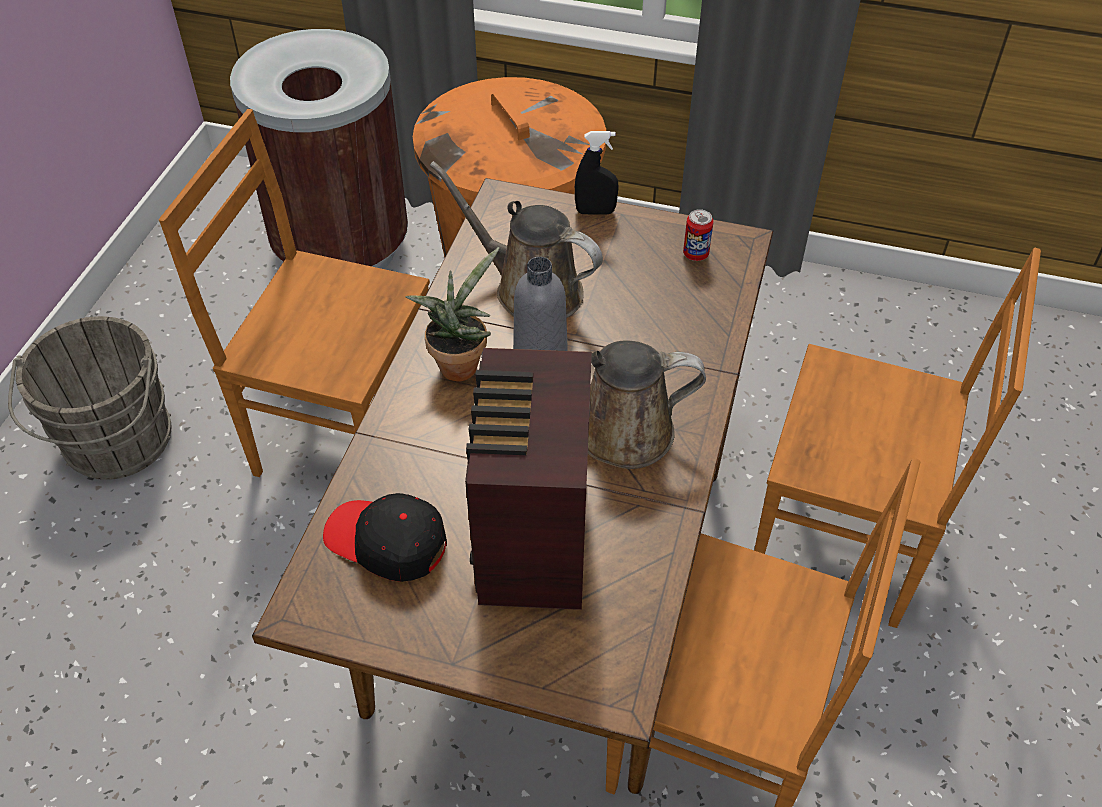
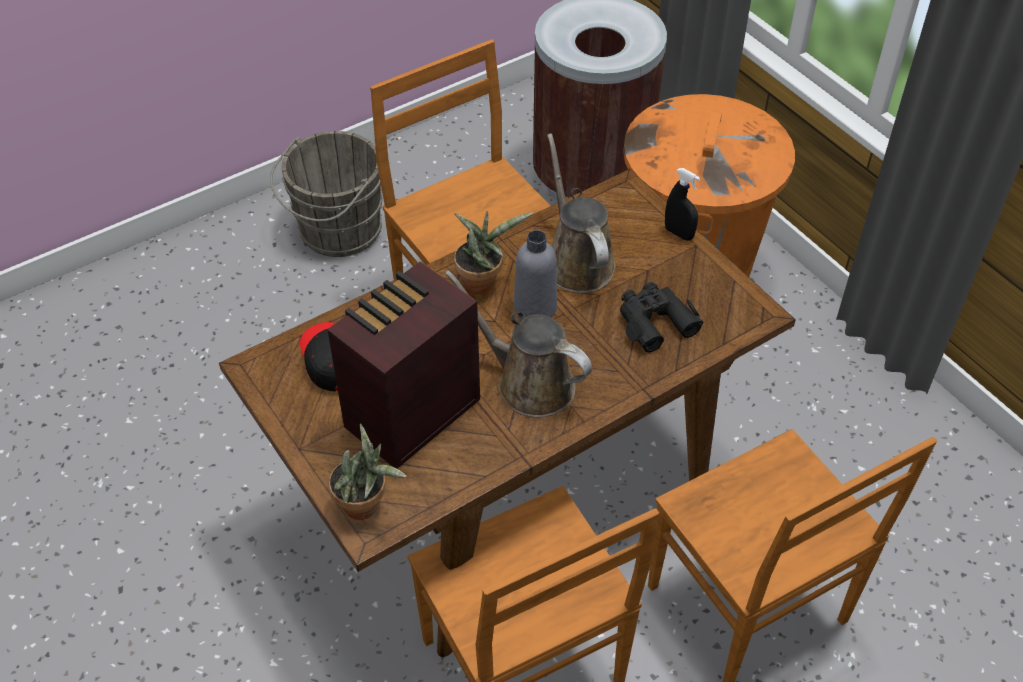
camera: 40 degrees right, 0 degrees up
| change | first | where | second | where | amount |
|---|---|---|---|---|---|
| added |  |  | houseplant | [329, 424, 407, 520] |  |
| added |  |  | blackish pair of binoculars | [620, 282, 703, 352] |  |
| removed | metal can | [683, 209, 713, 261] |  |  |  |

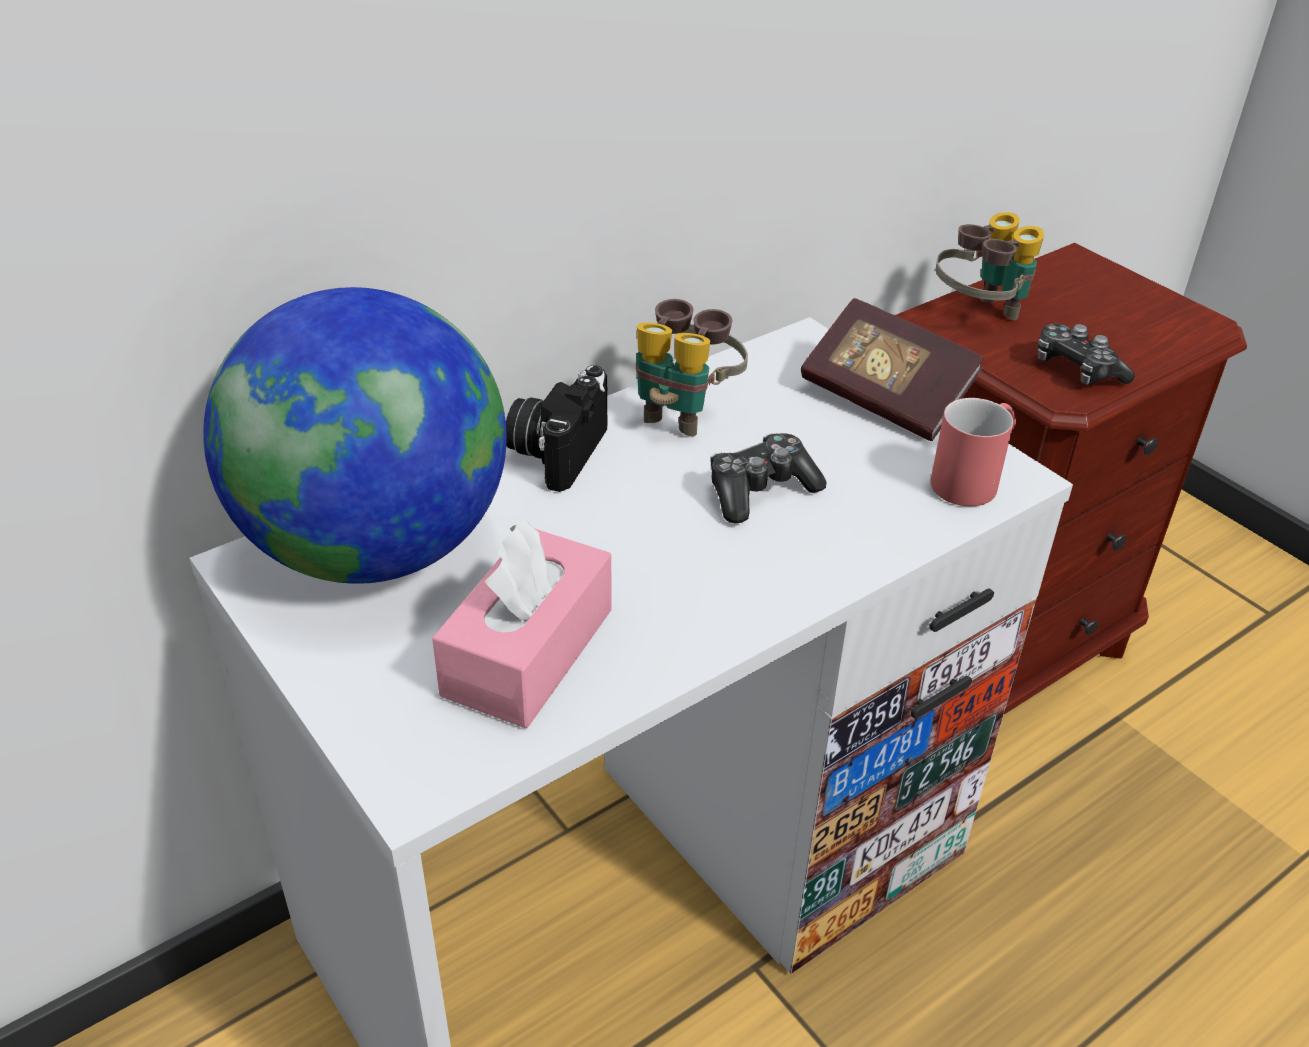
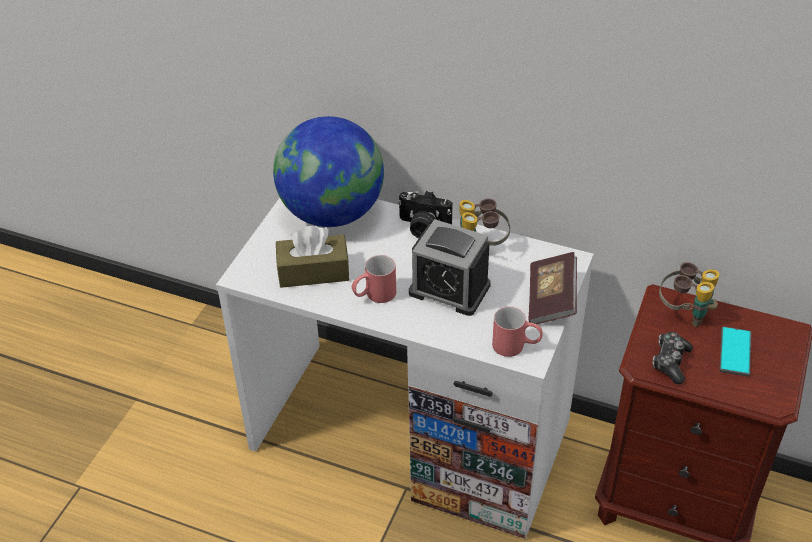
camera: 60 degrees right, 5 degrees up
| change | first | where | second | where | amount |
|---|---|---|---|---|---|
| recoloured | pink tissue holder | [432, 521, 611, 728] | brown-coloured tissue holder | [276, 226, 349, 288] |  |
| added |  |  | red tea mug | [352, 255, 396, 303] |  |
| turned | photo camera | [506, 365, 608, 492] |  | [398, 191, 452, 238] | 150 degrees counterclockwise |
| replaced | joypad | [711, 433, 827, 523] | table clock | [409, 219, 491, 316] |  |
| added |  |  | handset | [719, 326, 751, 377] |  |

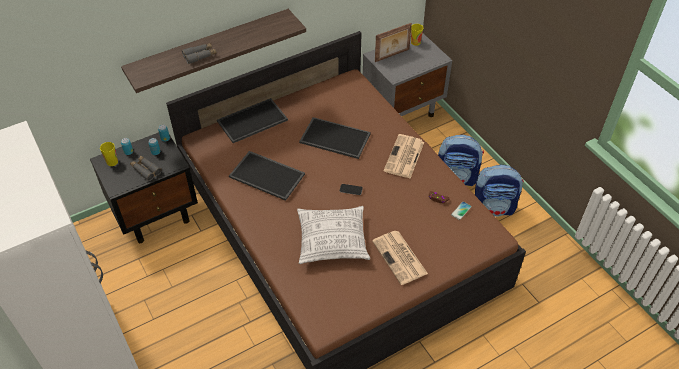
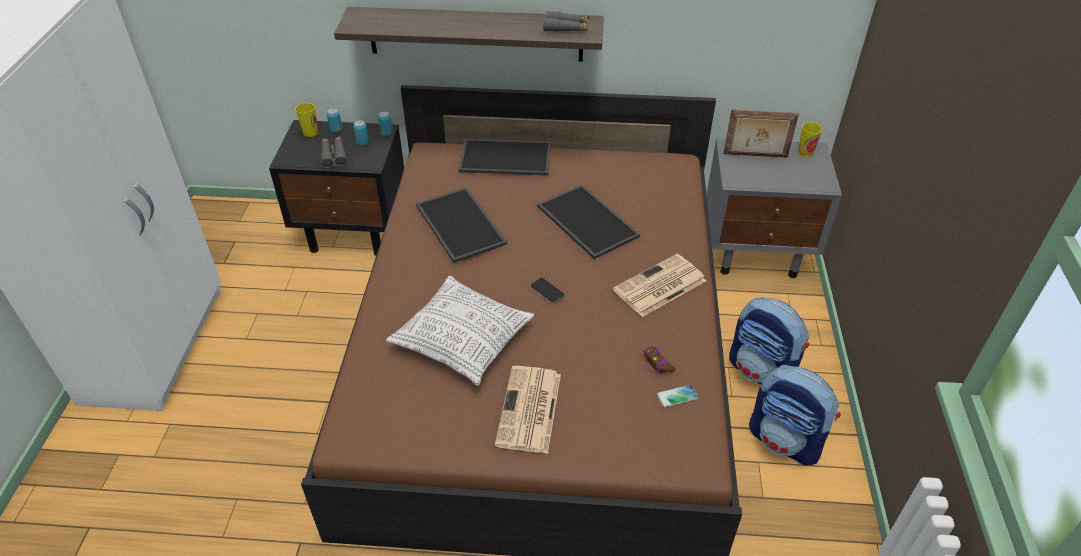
camera: 35 degrees right, 5 degrees down
| change | first | where | second | where | amount |
|---|---|---|---|---|---|
| moved | grey pair of binoculars | [182, 43, 217, 64] |  | [543, 11, 590, 32] |  |

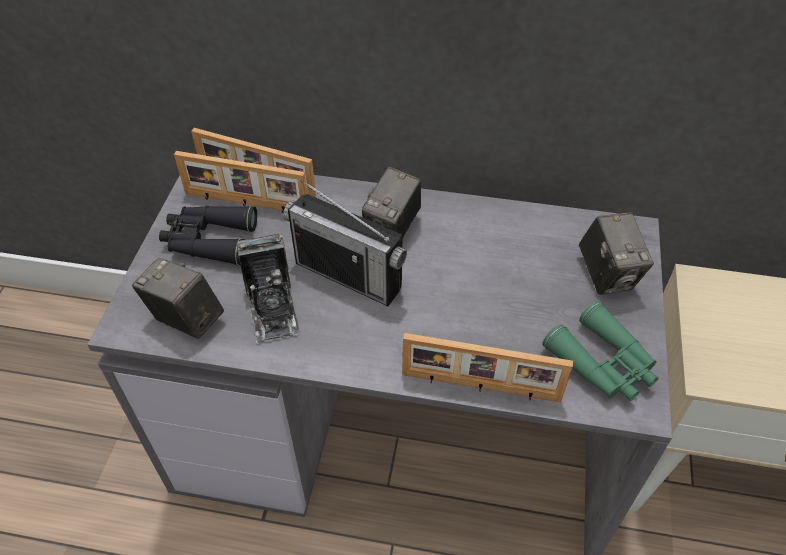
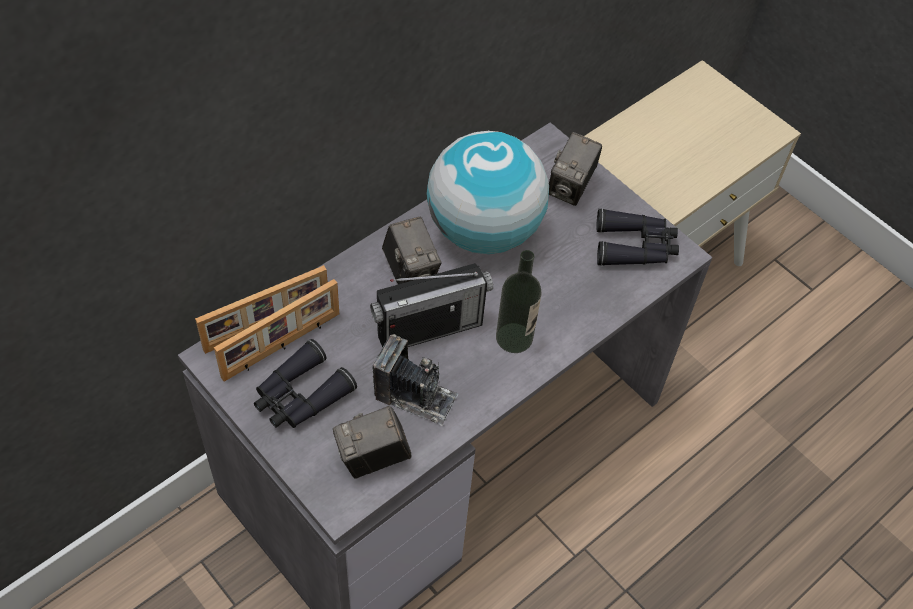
camera: 55 degrees left, 5 degrees up
| change | first | where | second | where | amount |
|---|---|---|---|---|---|
| added |  |  | globe | [426, 131, 549, 254] |  |
| added |  |  | bottle | [496, 250, 542, 353] |  |
| turned | photo camera | [579, 212, 654, 295] |  | [549, 132, 602, 206] | 90 degrees clockwise |
| recoloured | greenish pair of binoculars | [542, 301, 658, 401] | blackish pair of binoculars | [597, 208, 679, 266] |  |
| removed | photo frame | [402, 333, 573, 402] |  |  |  |

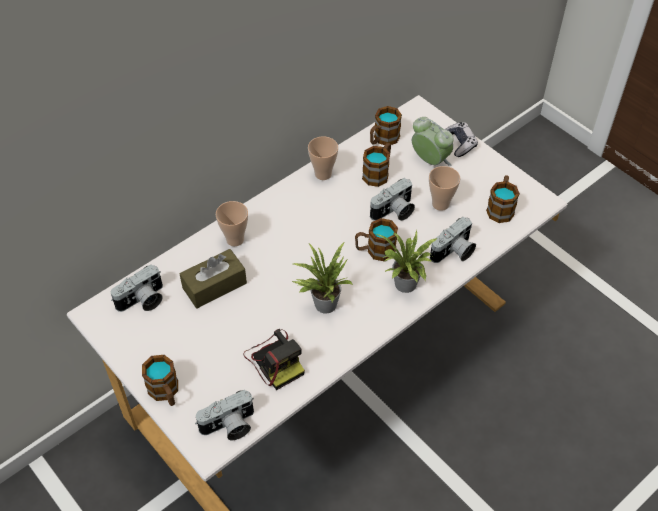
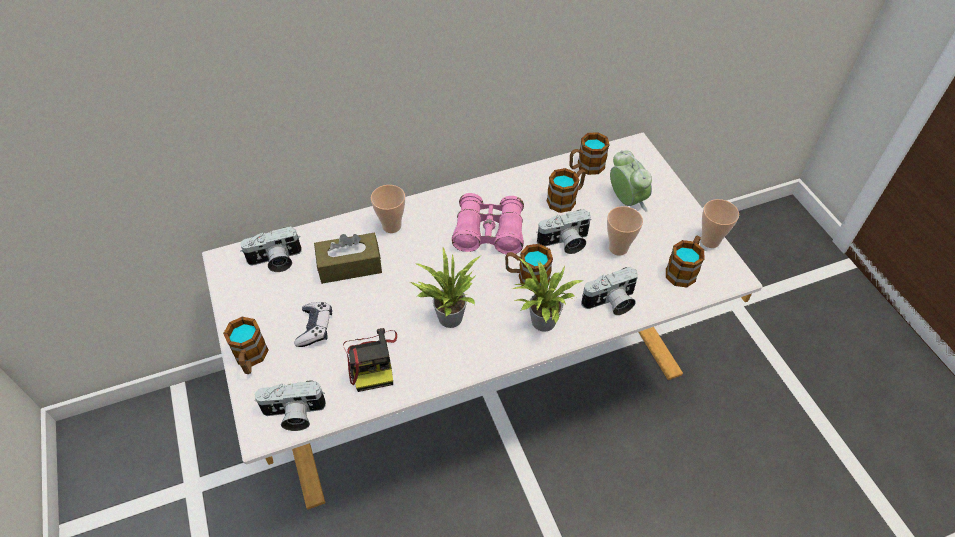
camera: 20 degrees right, 0 degrees up
| change | first | where | second | where | amount |
|---|---|---|---|---|---|
| moved | joypad | [444, 122, 478, 157] |  | [294, 302, 332, 347] |  |
| added |  |  | pink pair of binoculars | [452, 193, 524, 254] |  |
| moved | small cup | [308, 136, 338, 180] |  | [701, 199, 739, 248] |  |

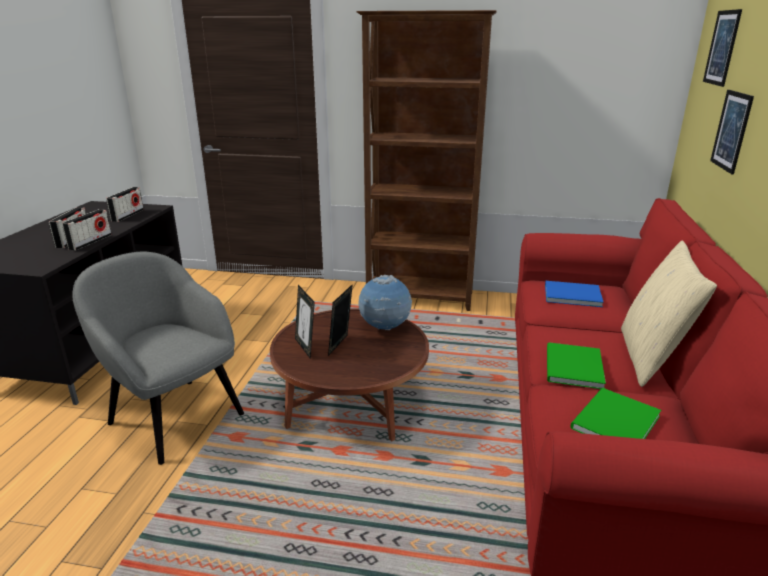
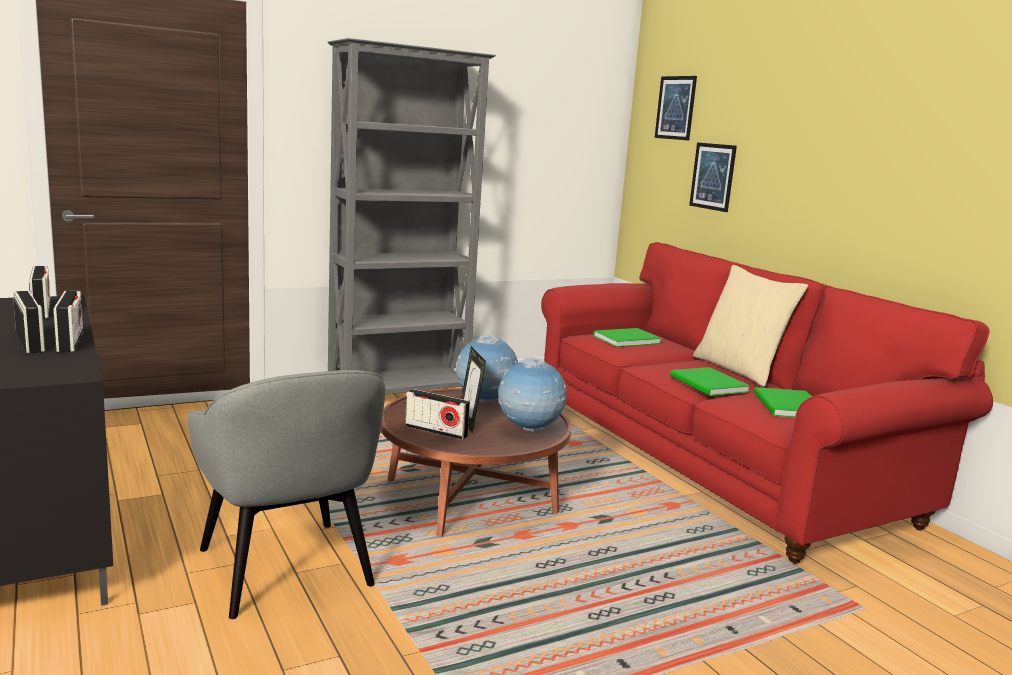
camera: 40 degrees left, 10 degrees down
| change | first | where | second | where | amount |
|---|---|---|---|---|---|
| turned | grey armchair | [72, 251, 244, 465] |  | [187, 370, 385, 619] | 120 degrees counterclockwise |
| recoloured | brown-coloured shelving unit | [356, 10, 497, 311] | grey shelving unit | [328, 38, 496, 394] |  |
| replaced | photo frame | [295, 285, 315, 359] | radio set | [405, 389, 470, 440] |  |
| added |  |  | globe | [498, 358, 567, 432] |  |
| recoloured | blue-coloured book | [545, 281, 604, 307] | greenish book | [593, 328, 662, 347] |  |

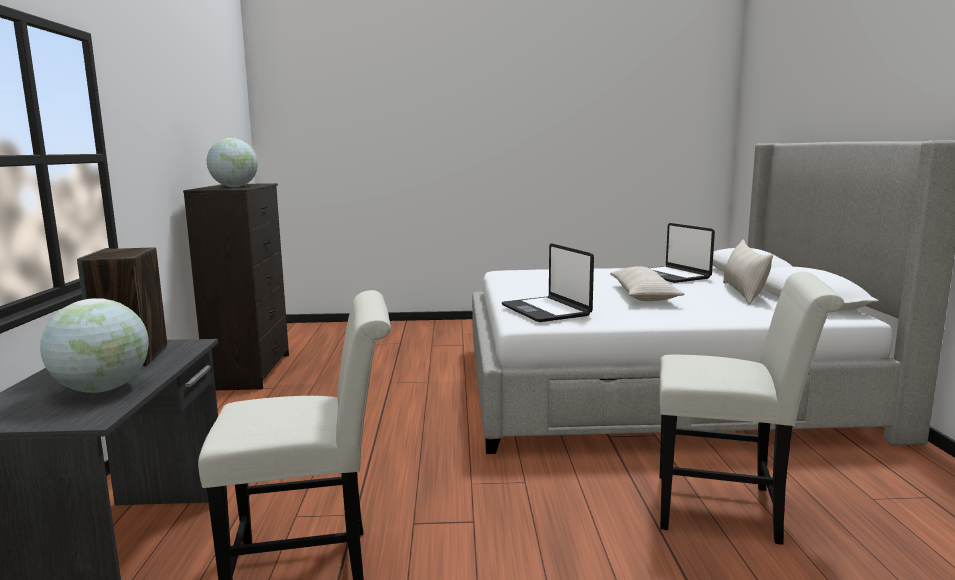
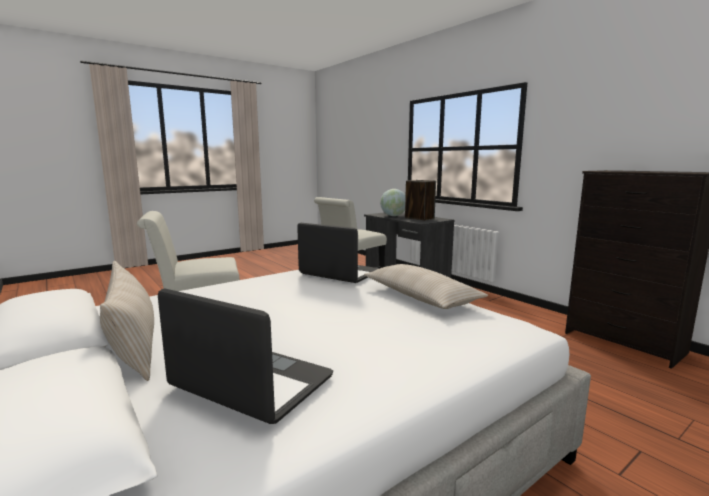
camera: 145 degrees right, 0 degrees up
| change | first | where | second | where | amount |
|---|---|---|---|---|---|
| moved | beige pillow | [610, 266, 685, 301] |  | [364, 264, 488, 309] |  |
| removed | globe | [207, 138, 258, 187] |  |  |  |

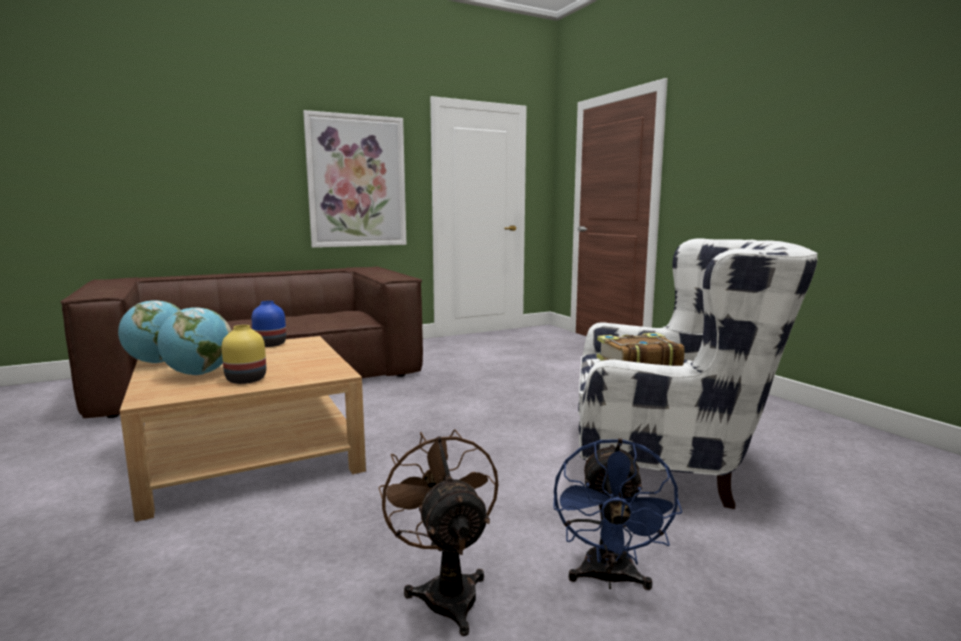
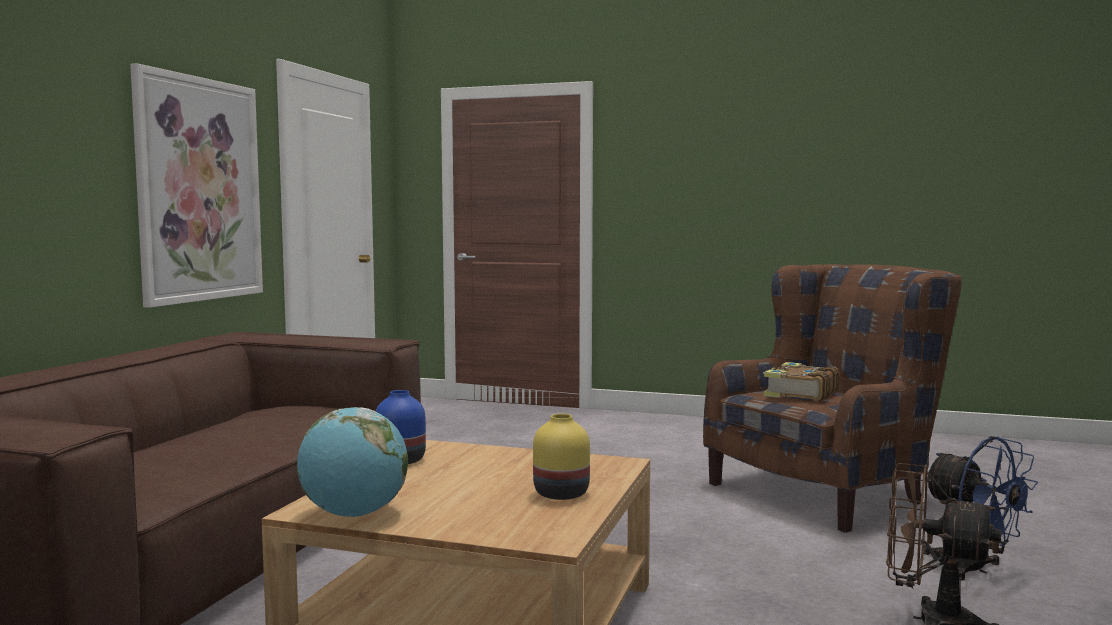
camera: 45 degrees left, 5 degrees down
| change | first | where | second | where | amount |
|---|---|---|---|---|---|
| recoloured | whitish armchair | [578, 238, 818, 509] | brown-coloured armchair | [703, 264, 962, 533] |  |
| removed | globe | [157, 307, 232, 375] |  |  |  |

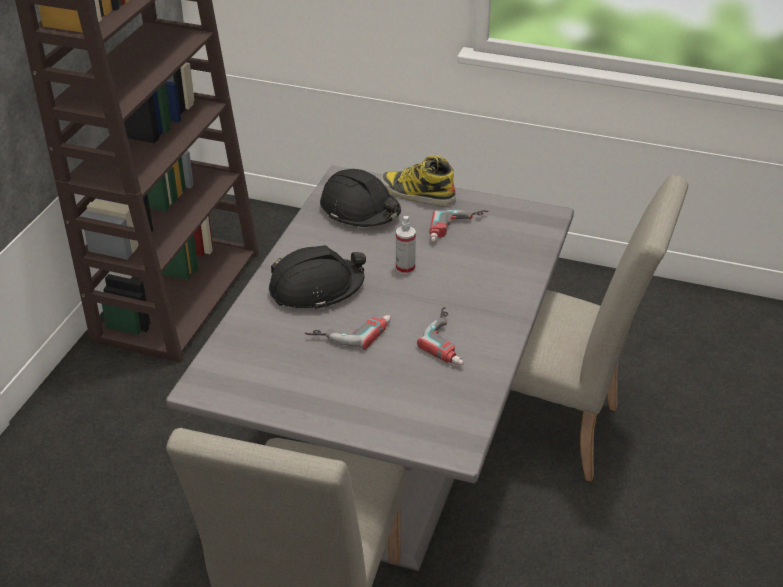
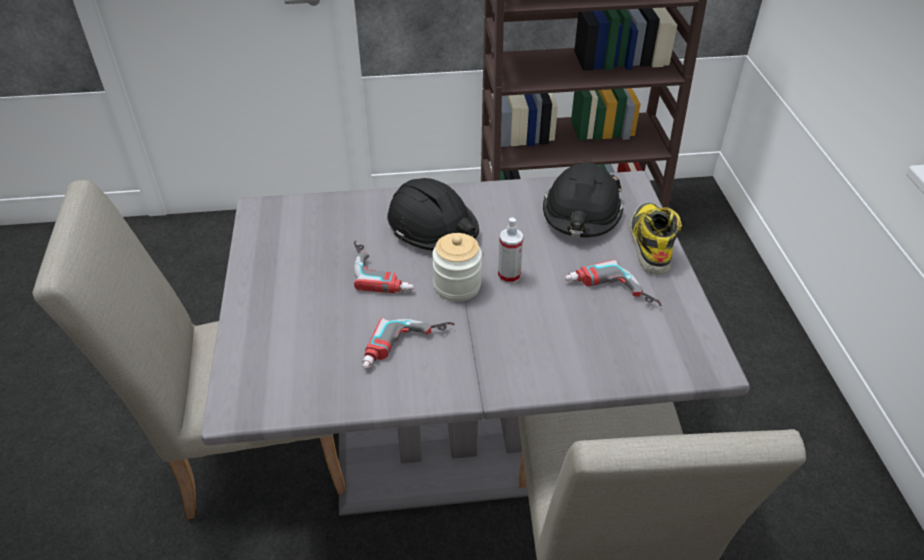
camera: 65 degrees right, 5 degrees up
| change | first | where | second | where | amount |
|---|---|---|---|---|---|
| added |  |  | jar | [432, 233, 482, 302] |  |

